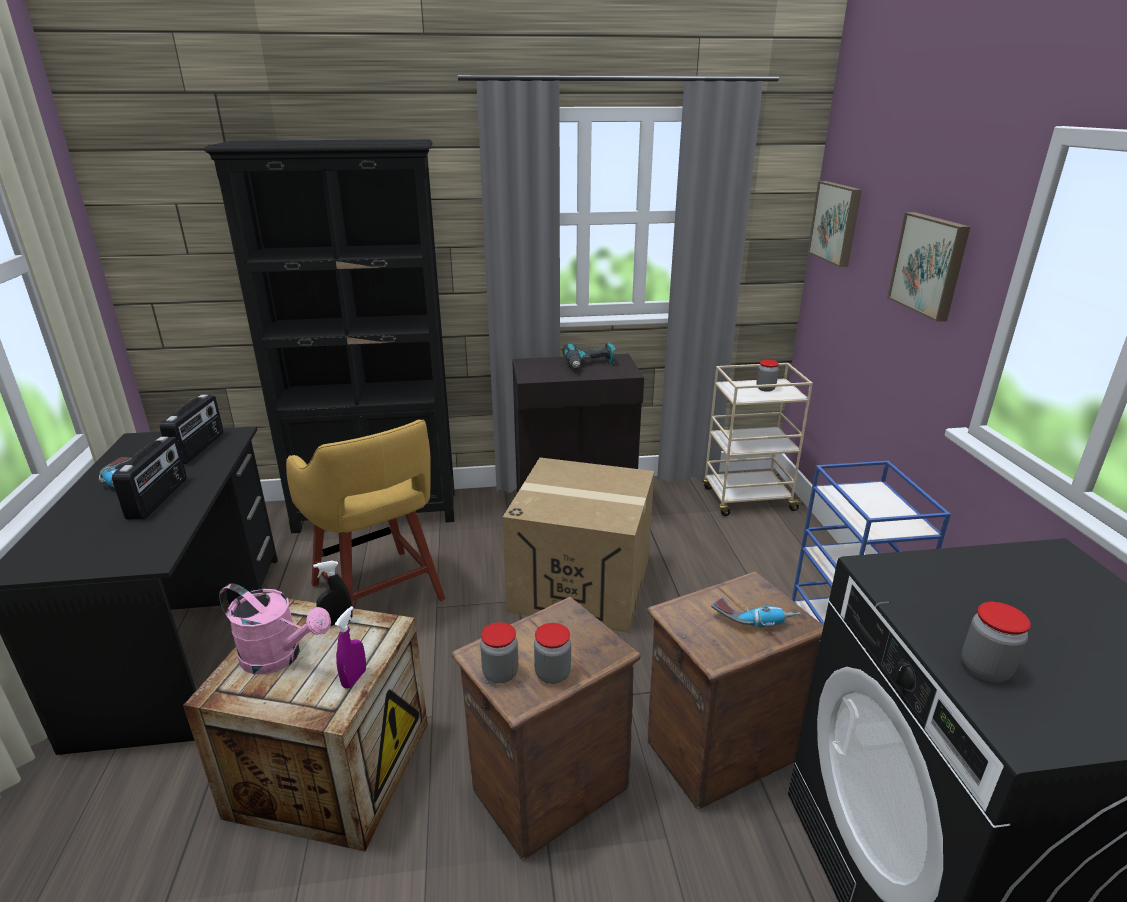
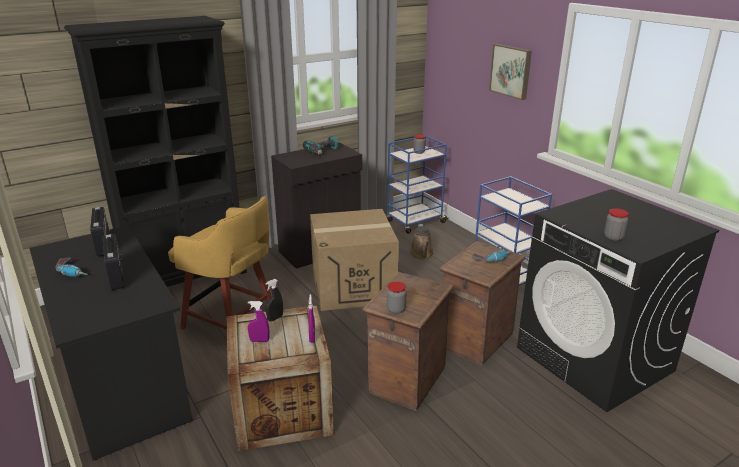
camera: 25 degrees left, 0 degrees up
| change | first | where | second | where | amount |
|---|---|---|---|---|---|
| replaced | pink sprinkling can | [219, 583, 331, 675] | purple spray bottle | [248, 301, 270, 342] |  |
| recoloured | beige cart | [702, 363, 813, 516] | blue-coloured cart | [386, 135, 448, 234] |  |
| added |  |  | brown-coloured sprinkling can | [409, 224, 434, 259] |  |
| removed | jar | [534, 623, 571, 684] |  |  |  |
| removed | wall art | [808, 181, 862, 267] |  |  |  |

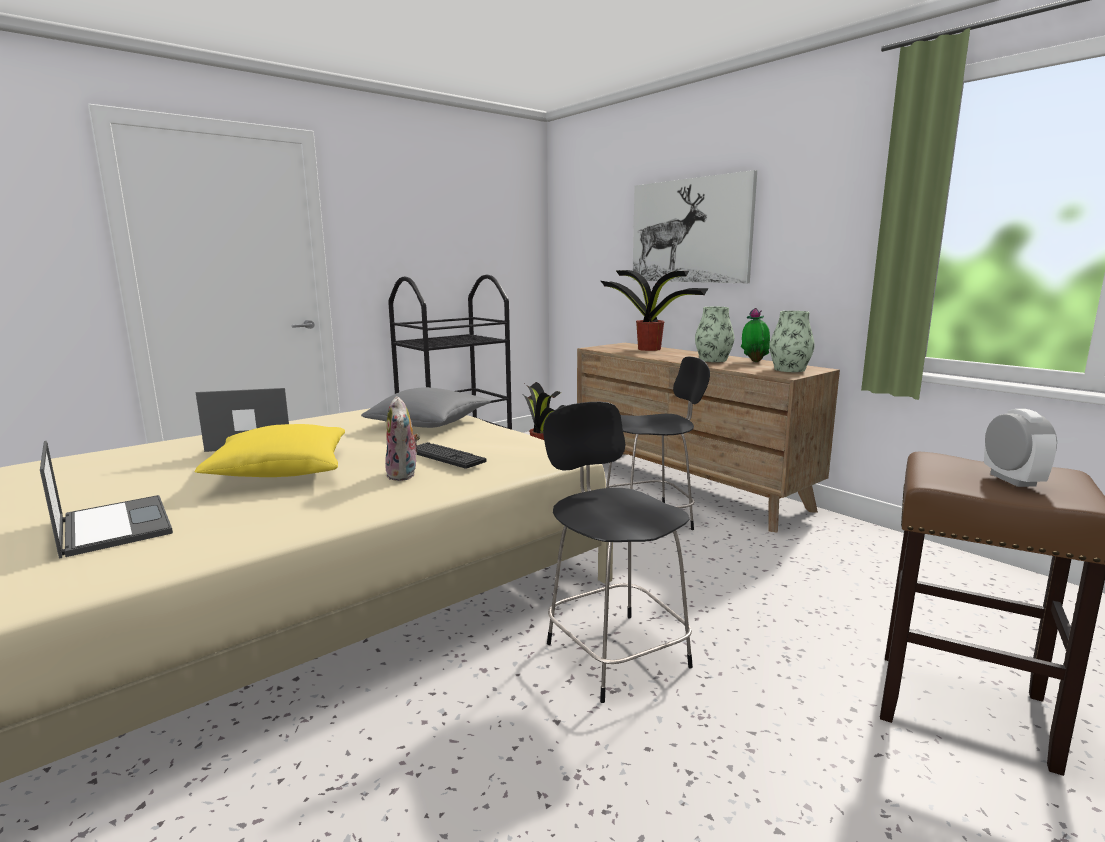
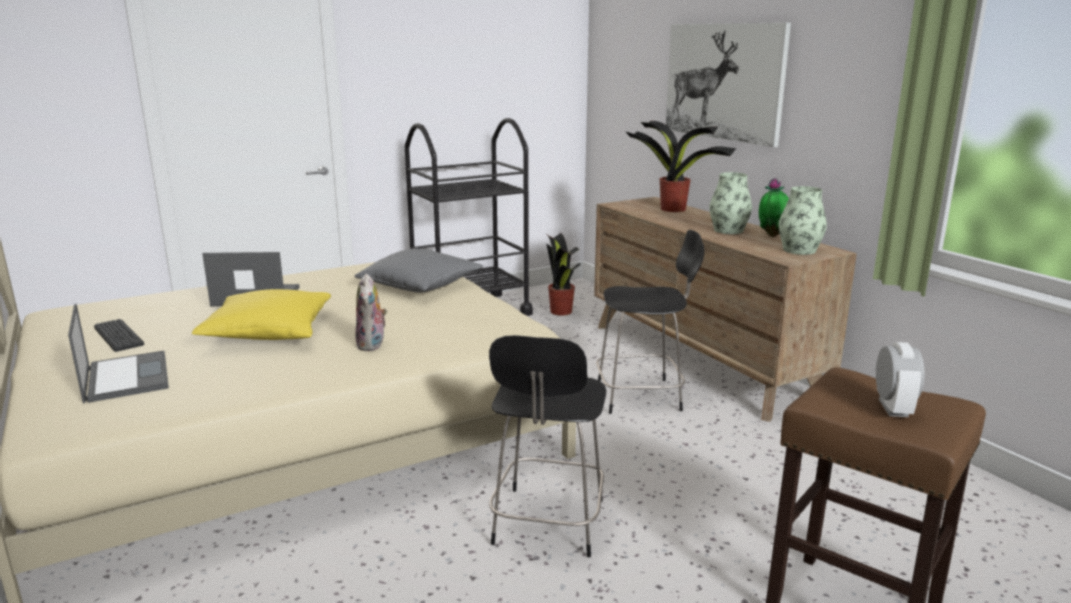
camera: 10 degrees right, 5 degrees up
| change | first | where | second | where | amount |
|---|---|---|---|---|---|
| moved | keyboard | [417, 442, 487, 469] |  | [94, 319, 144, 352] |  |
| turned | blackish upright chair | [543, 402, 693, 703] |  | [489, 335, 606, 557] | 150 degrees counterclockwise |

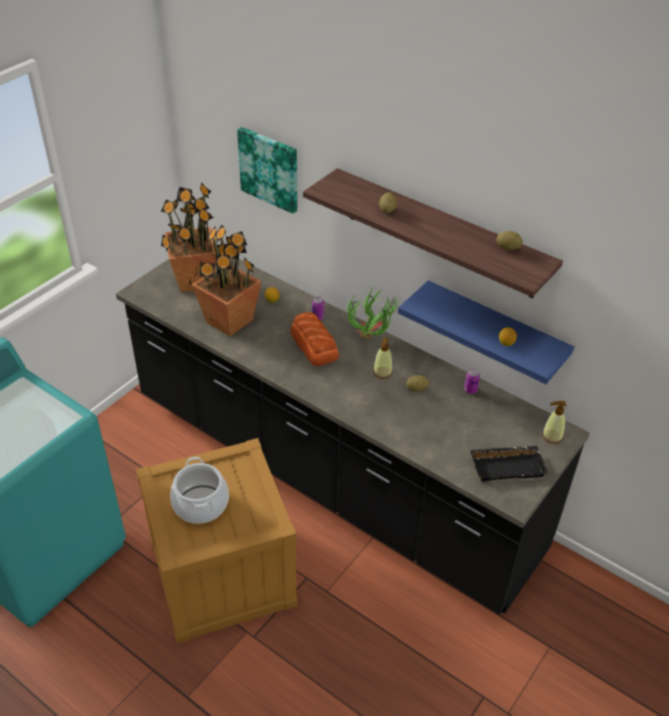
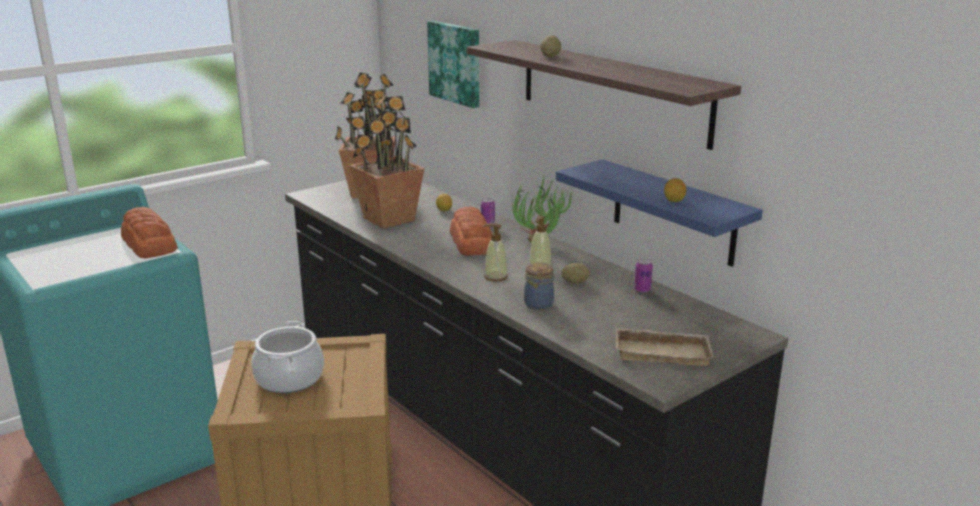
camera: 15 degrees right, 20 degrees down
| change | first | where | second | where | amount |
|---|---|---|---|---|---|
| added |  |  | bakery bread | [121, 207, 178, 258] |  |
| moved | soap dispenser | [542, 401, 566, 444] |  | [483, 223, 508, 281] |  |
| added |  |  | jar | [524, 263, 554, 310] |  |
| recoloured | blackish tray | [470, 446, 548, 481] | beige tray | [615, 328, 714, 366] |  |
| removed | spud | [496, 231, 523, 250] |  |  |  |

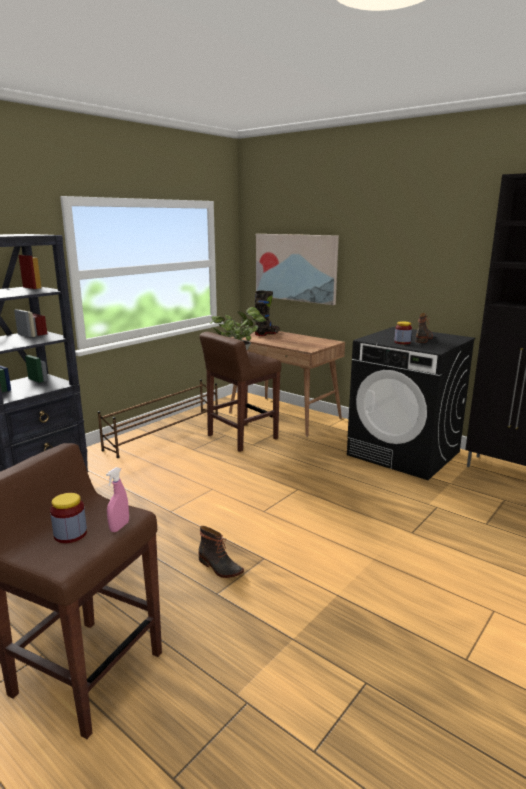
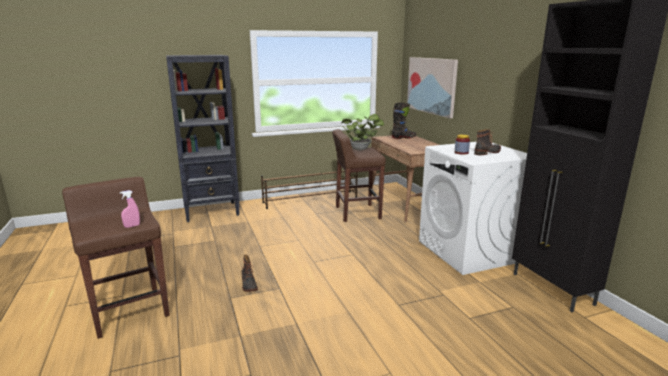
camera: 30 degrees right, 0 degrees up
| change | first | where | second | where | amount |
|---|---|---|---|---|---|
| recoloured | blackish laundry appliance | [347, 327, 475, 480] | whitish laundry appliance | [419, 142, 527, 275] |  |
| removed | jar | [50, 493, 87, 543] |  |  |  |

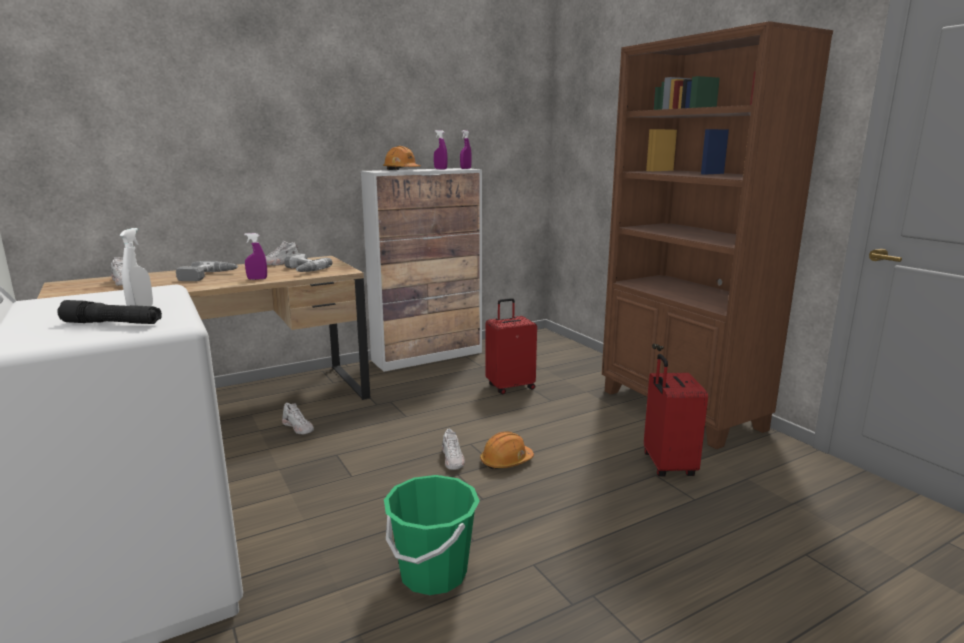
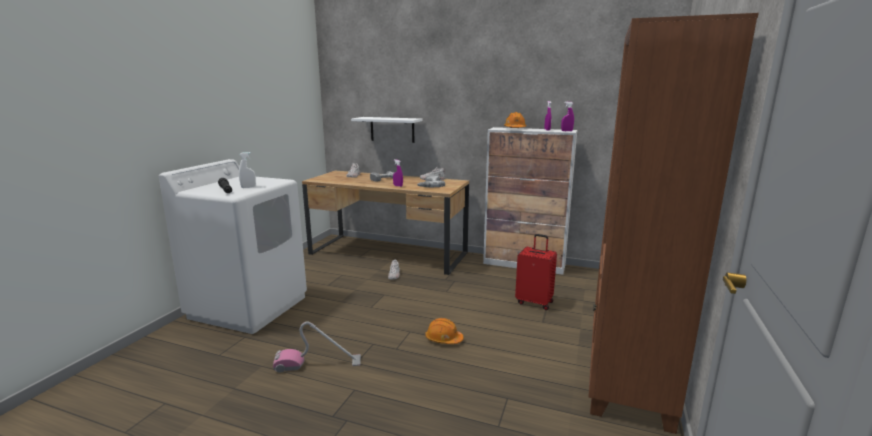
camera: 50 degrees right, 0 degrees up
| change | first | where | second | where | amount |
|---|---|---|---|---|---|
| replaced | greenish pail | [384, 475, 480, 595] | hoover | [273, 321, 361, 373] |  |
| added |  |  | whitish bracket shelf | [351, 117, 422, 143] |  |
| removed | whitish item of footwear | [442, 428, 465, 470] |  |  |  |
| removed | red travel case | [644, 354, 708, 477] |  |  |  |

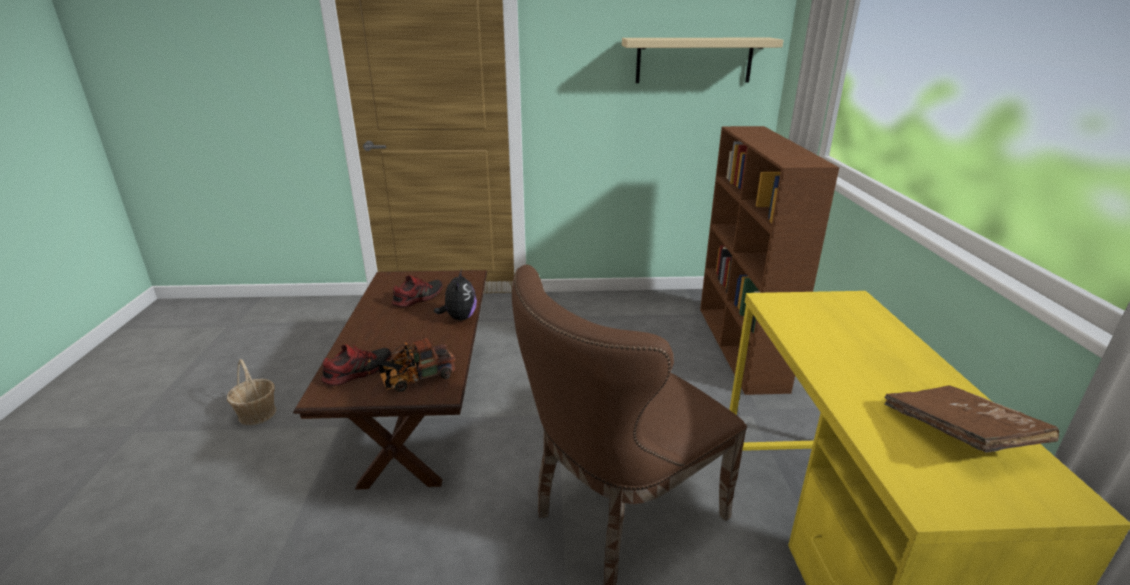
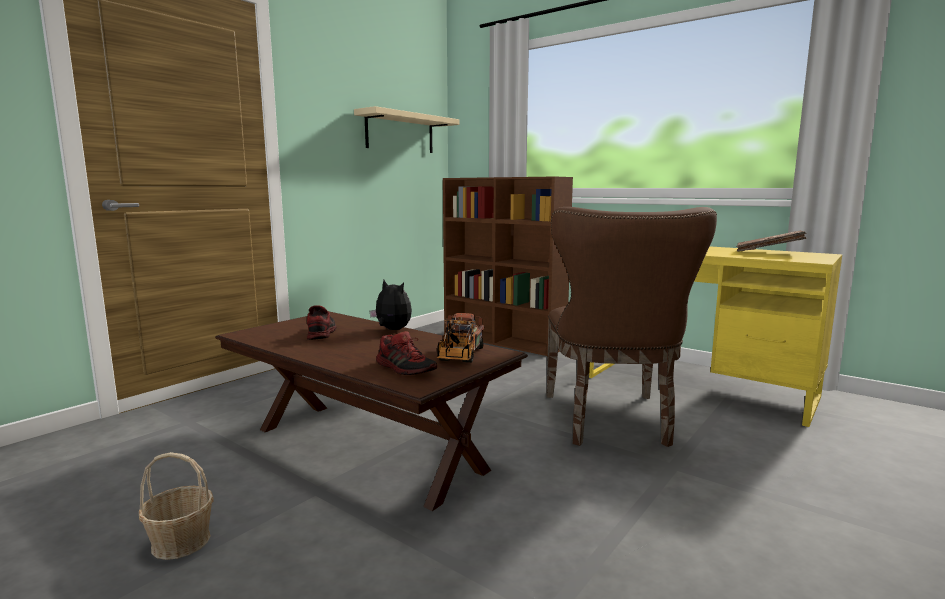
camera: 50 degrees left, 15 degrees down
| change | first | where | second | where | amount |
|---|---|---|---|---|---|
| turned | item of footwear | [321, 344, 391, 386] |  | [376, 331, 437, 375] | 135 degrees clockwise |

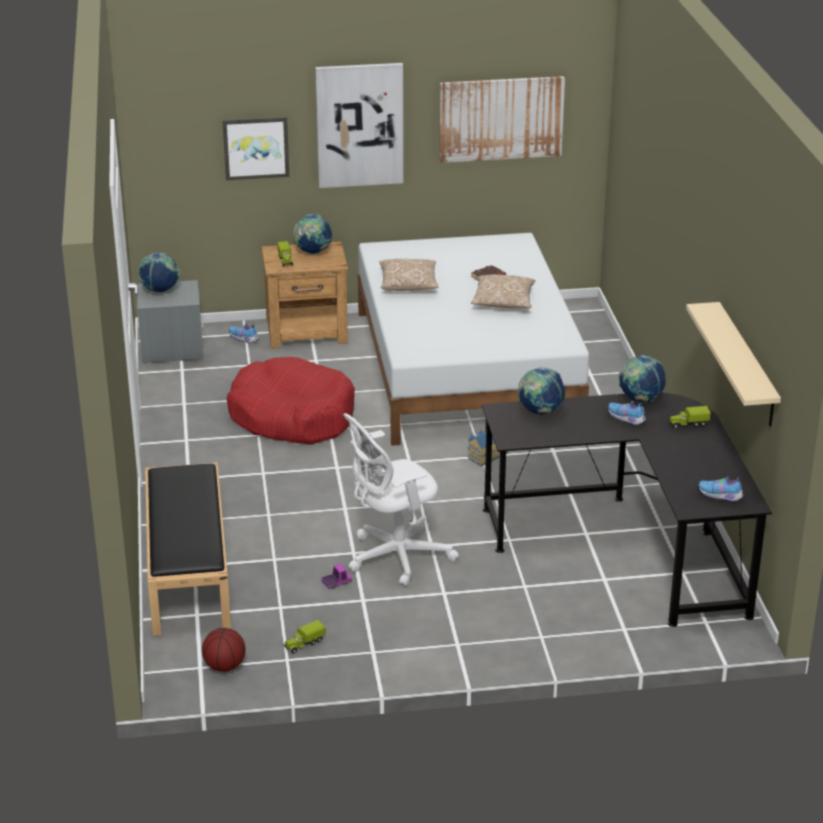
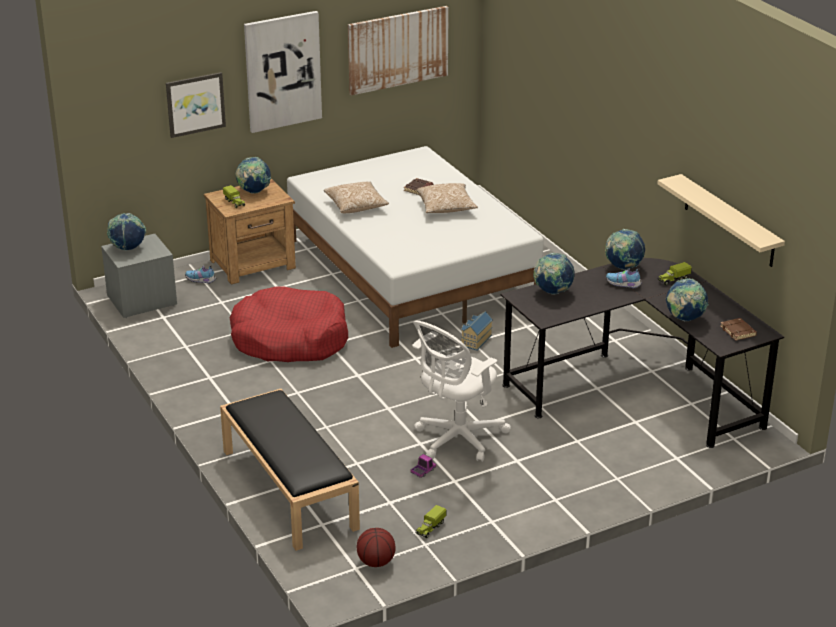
camera: 20 degrees left, 0 degrees up
| change | first | where | second | where | amount |
|---|---|---|---|---|---|
| added |  |  | globe | [666, 278, 709, 321] |  |
| replaced | item of footwear | [698, 476, 744, 502] | brown-coloured book | [720, 318, 757, 341] |  |

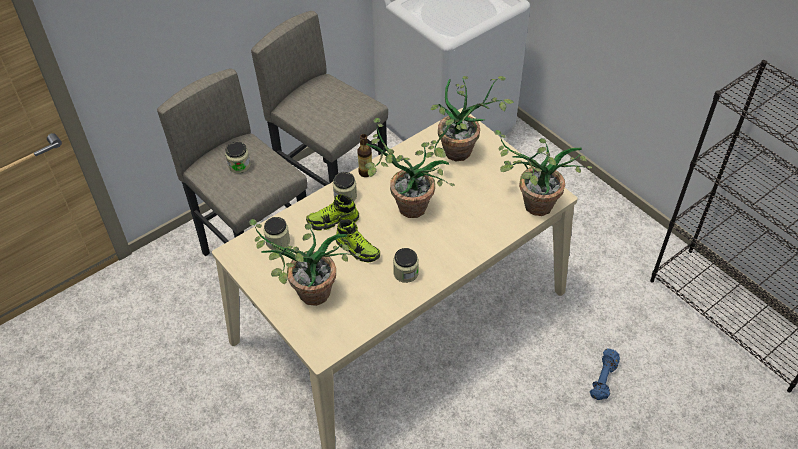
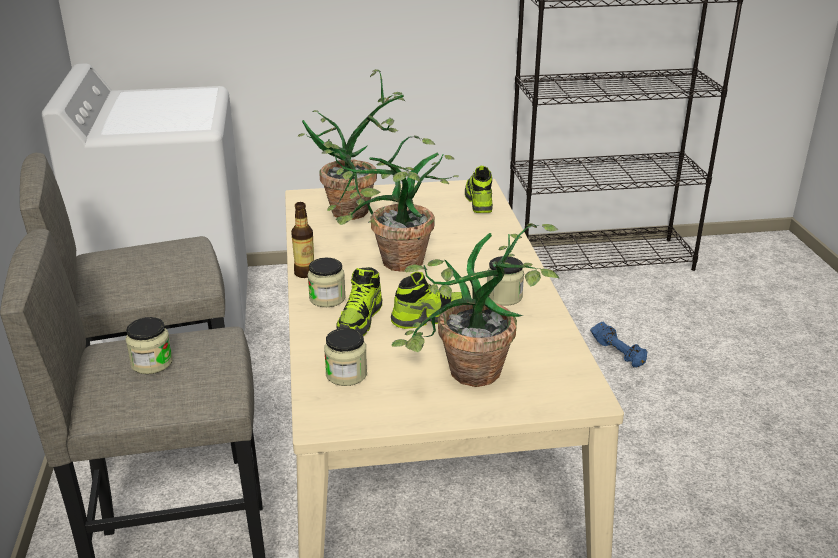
camera: 60 degrees left, 20 degrees down
| change | first | where | second | where | amount |
|---|---|---|---|---|---|
| replaced | houseplant | [494, 130, 592, 216] | item of footwear | [465, 166, 493, 213] |  |

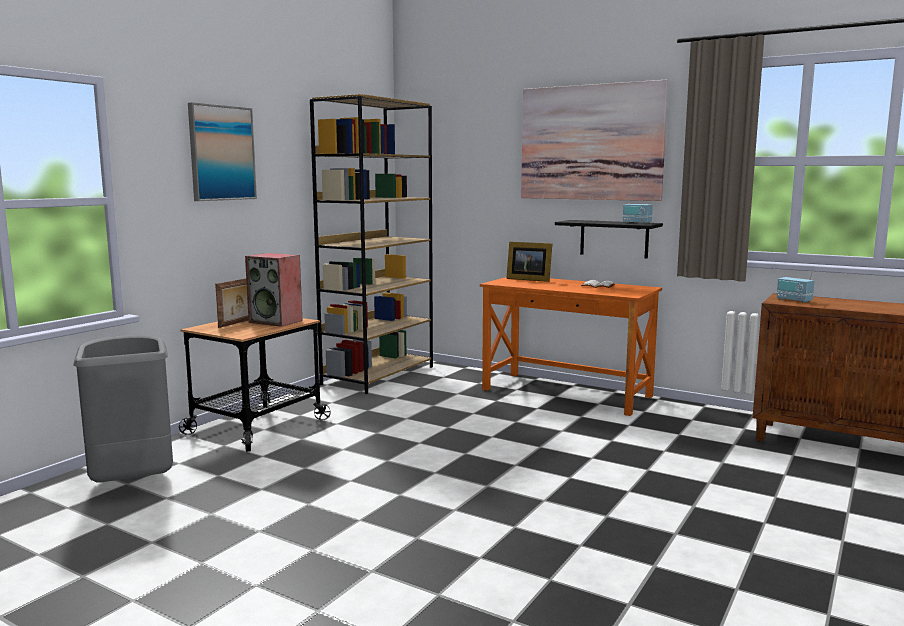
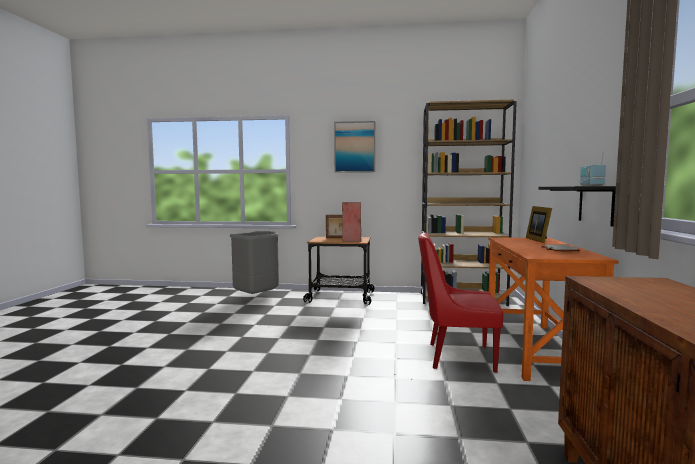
camera: 65 degrees right, 5 degrees down
| change | first | where | second | where | amount |
|---|---|---|---|---|---|
| added |  |  | red upright chair | [418, 232, 503, 373] |  |
| removed | wall art | [521, 80, 668, 201] |  |  |  |
| removed | radio set | [777, 266, 814, 303] |  |  |  |

